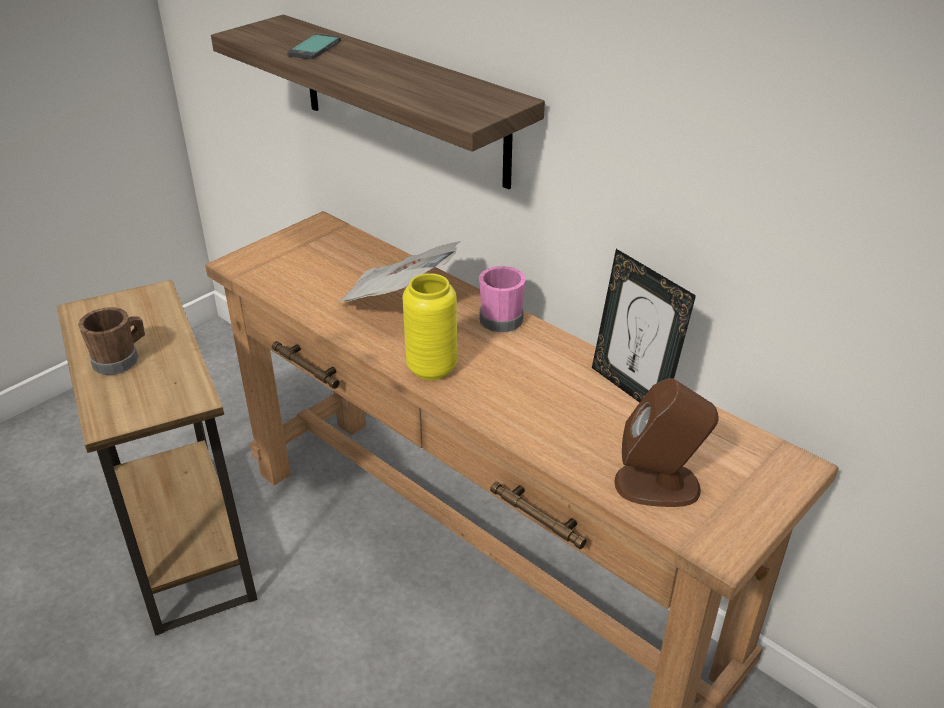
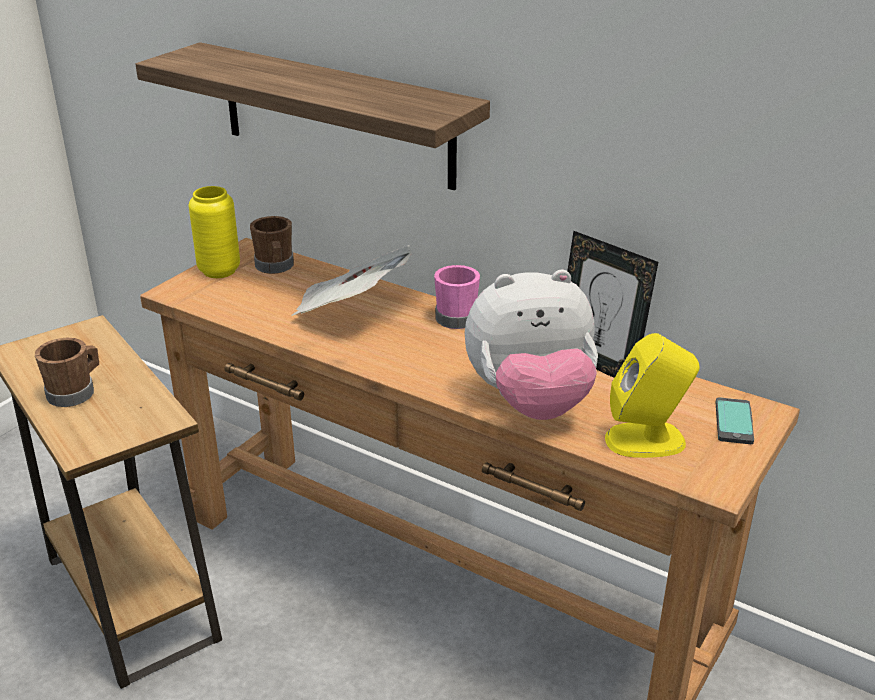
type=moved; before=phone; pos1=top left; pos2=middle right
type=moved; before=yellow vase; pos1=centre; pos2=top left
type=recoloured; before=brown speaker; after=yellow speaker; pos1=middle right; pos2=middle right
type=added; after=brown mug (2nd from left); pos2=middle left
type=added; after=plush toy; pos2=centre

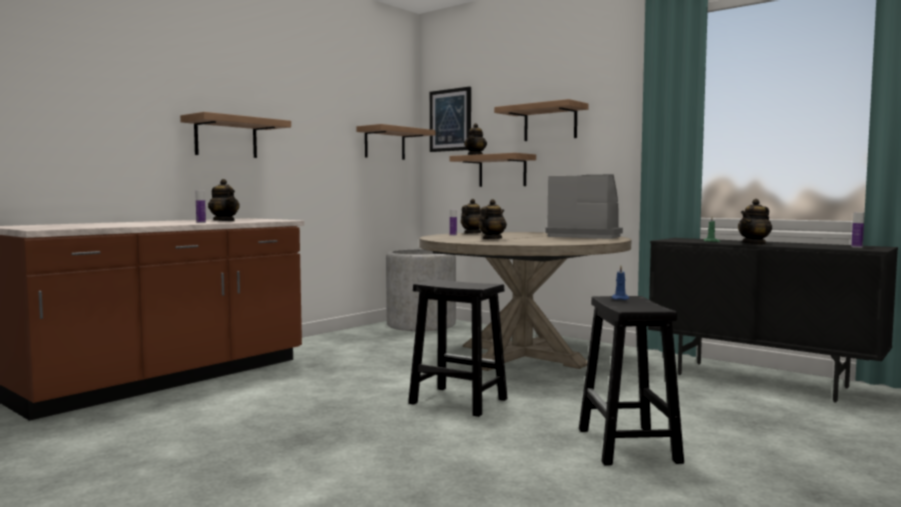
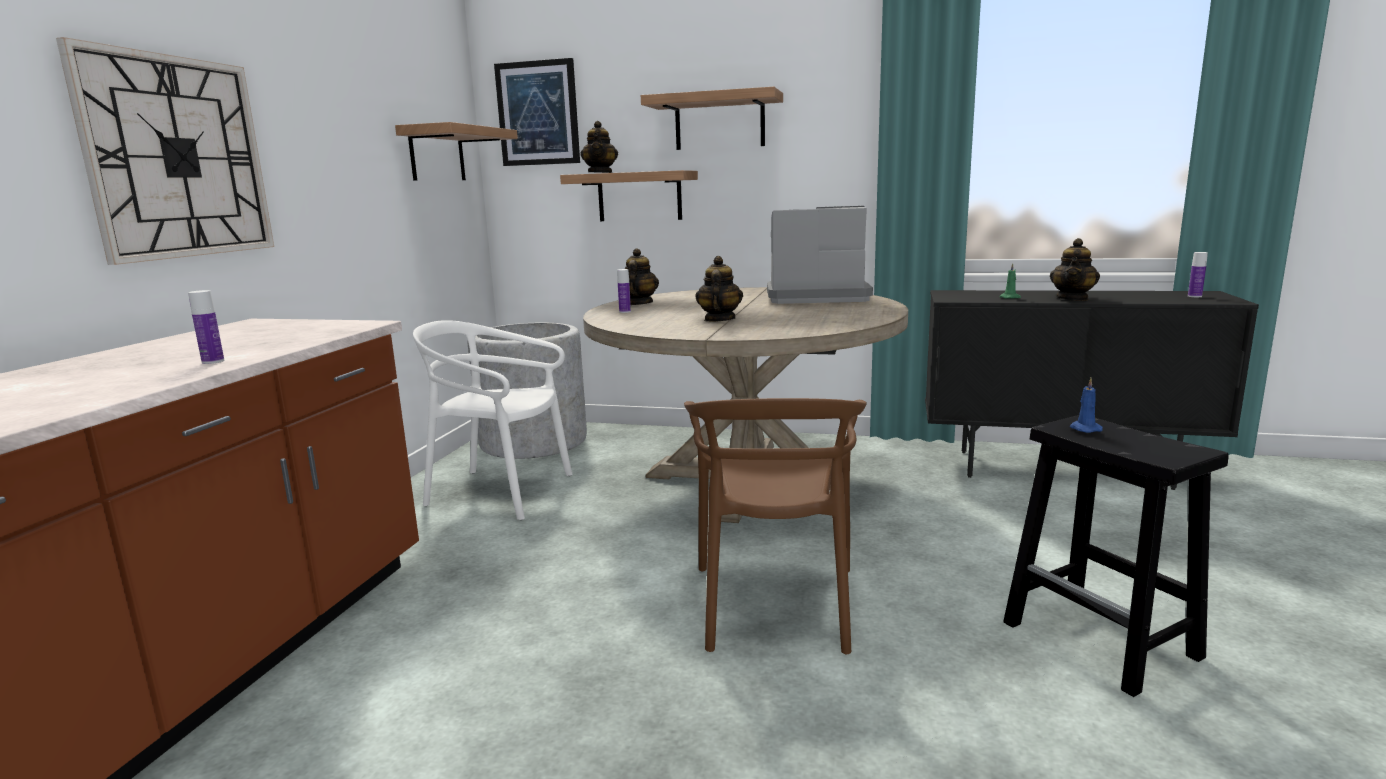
type=replaced; before=shelf (1st from left); after=wall clock; pos1=top left; pos2=top left
type=removed; before=teapot (1st from left); pos1=middle left
type=replaced; before=black stool (1st from left); after=brown chair; pos1=bottom centre; pos2=bottom centre
type=added; after=white chair; pos2=centre

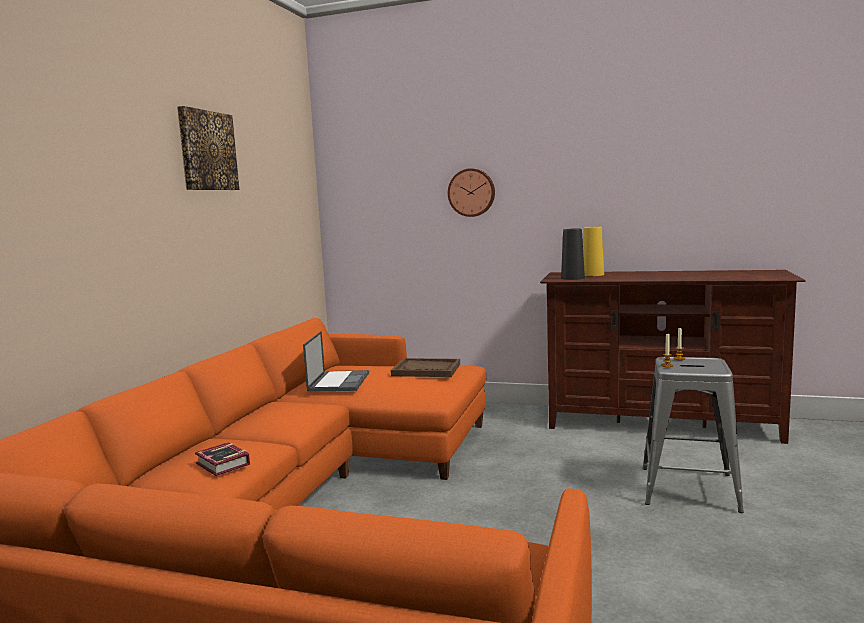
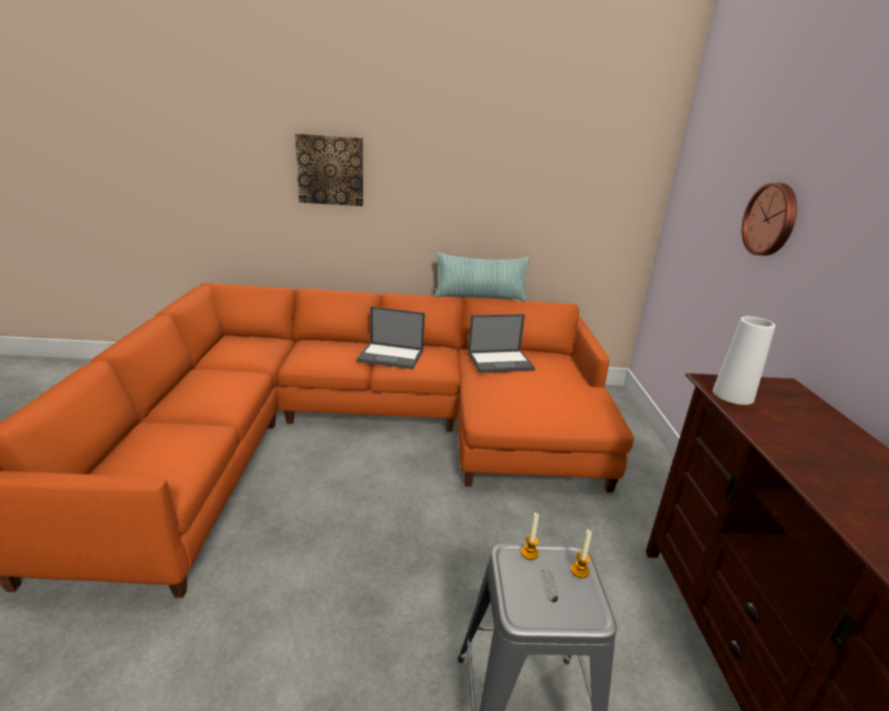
type=moved; before=picture; pos1=top left; pos2=top centre
type=removed; before=book; pos1=bottom left
type=removed; before=brown tray; pos1=centre
type=recoloured; before=black vase; after=white vase; pos1=centre; pos2=middle right
type=removed; before=yellow vase; pos1=middle right
type=added; after=laptop (1st from left); pos2=centre
type=added; after=pillow; pos2=centre

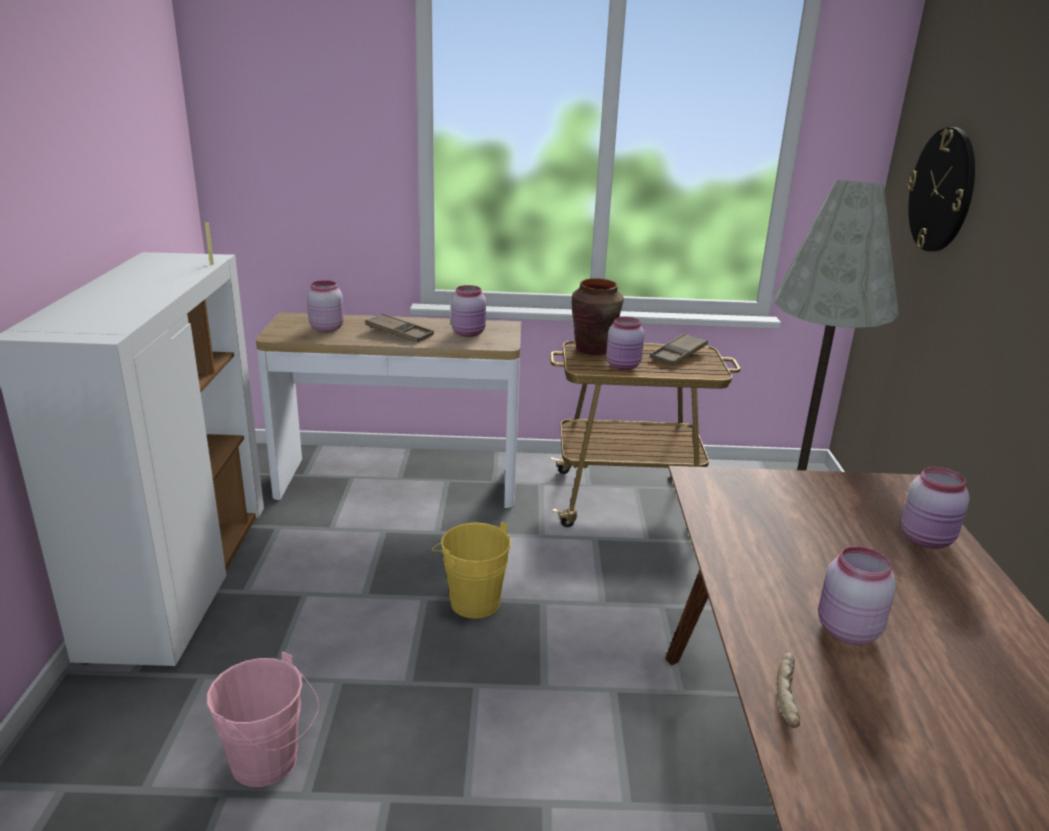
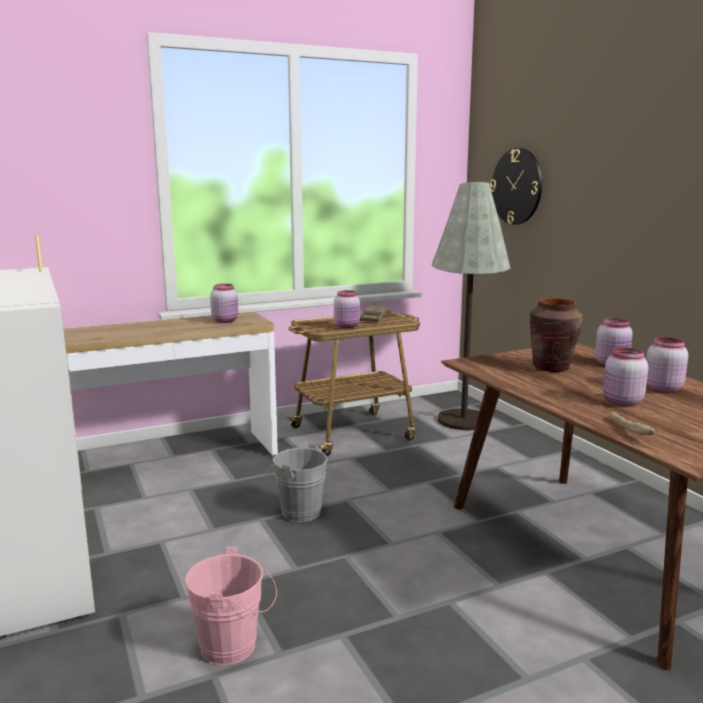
type=moved; before=pink jar (1st from left in the first image); after=pink jar (5th from left); pos1=middle left; pos2=middle right
type=removed; before=brown tray (1st from left); pos1=centre
type=recoloured; before=yellow bucket; after=grey bucket; pos1=bottom centre; pos2=bottom centre
type=moved; before=brown vase; pos1=centre; pos2=middle right

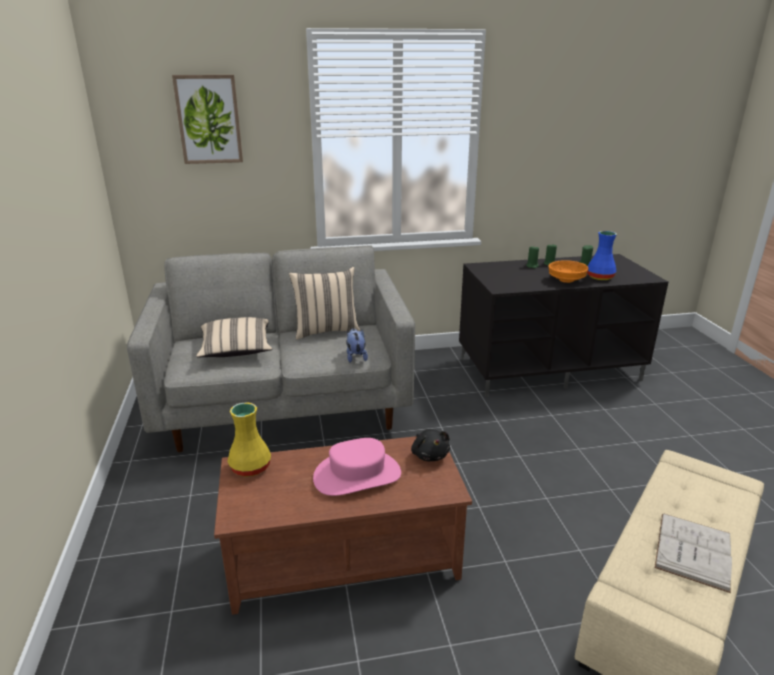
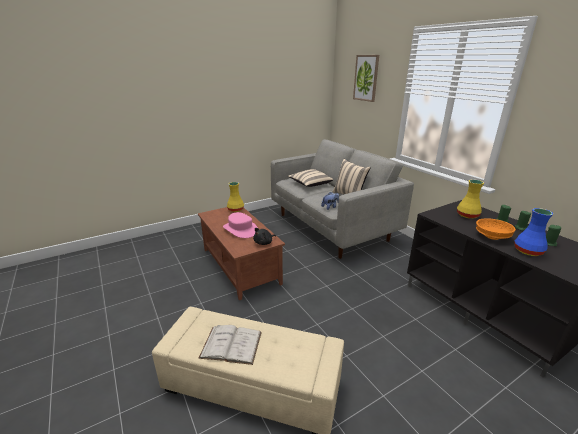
type=added; after=yellow vase (2nd from left); pos2=middle right

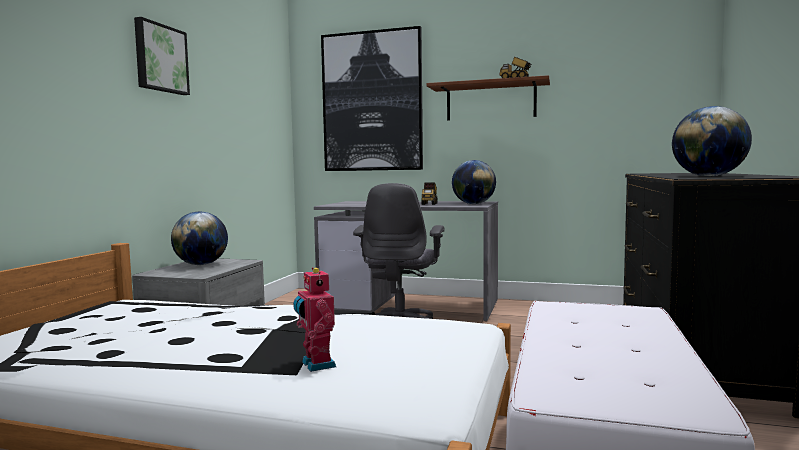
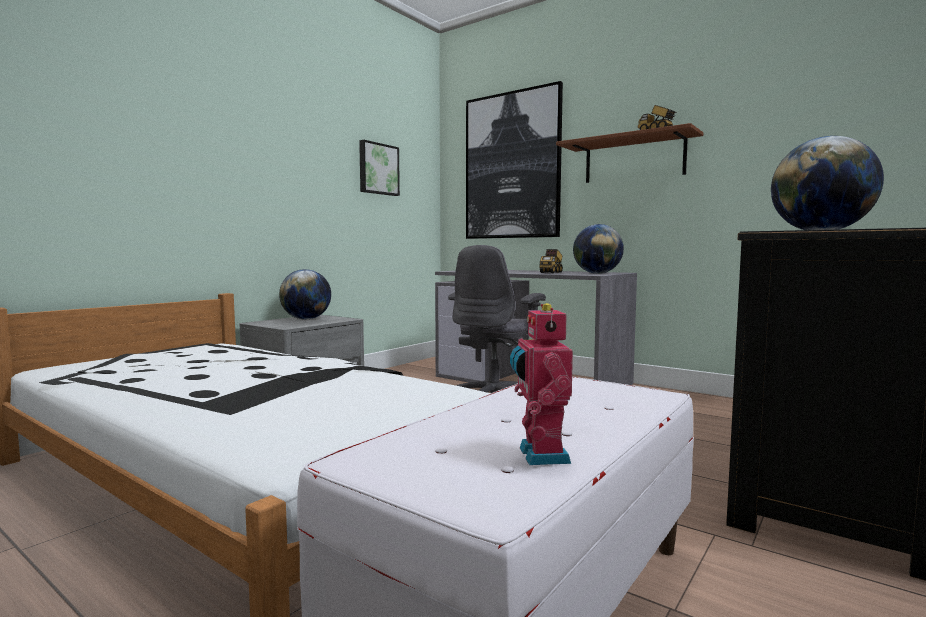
type=moved; before=picture (1st from left); pos1=top left; pos2=top centre
type=moved; before=toy robot; pos1=bottom centre; pos2=centre

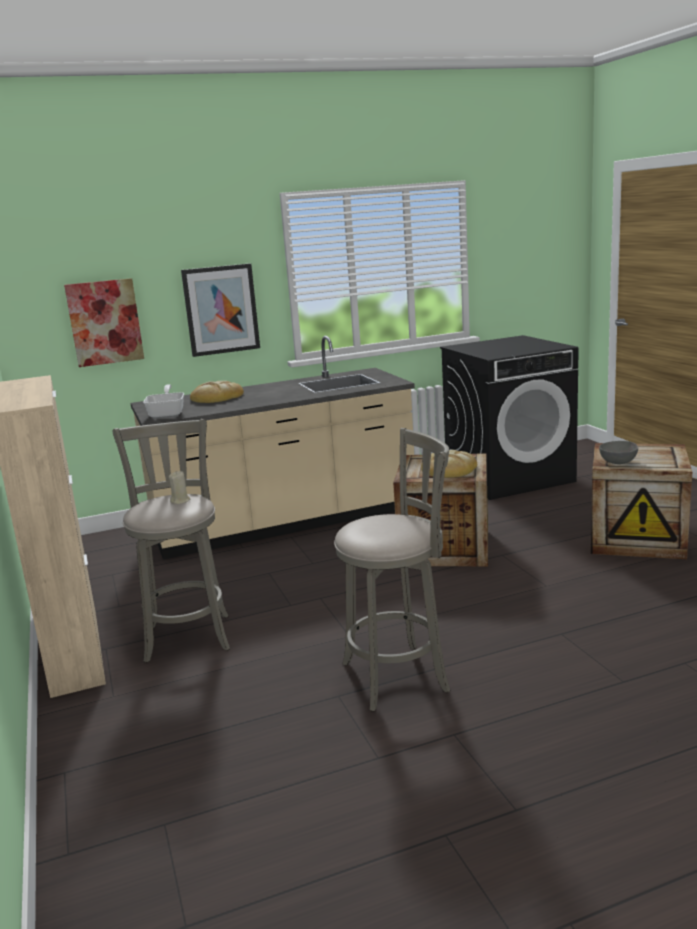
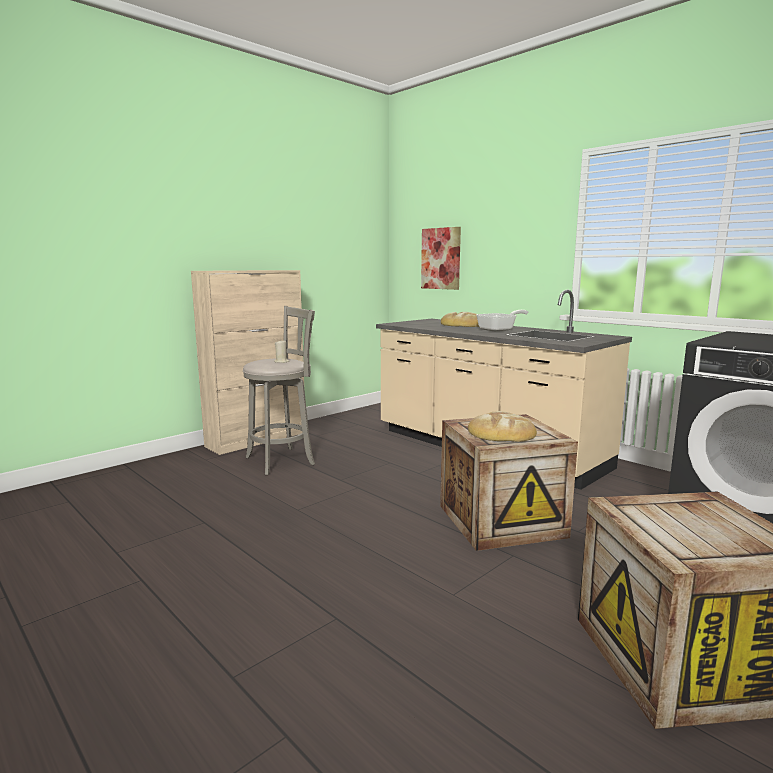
type=moved; before=frying pan; pos1=middle left; pos2=centre
type=removed; before=picture (2nd from left); pos1=middle left
type=removed; before=grey stool (2nd from left); pos1=centre
type=removed; before=grey bowl; pos1=middle right

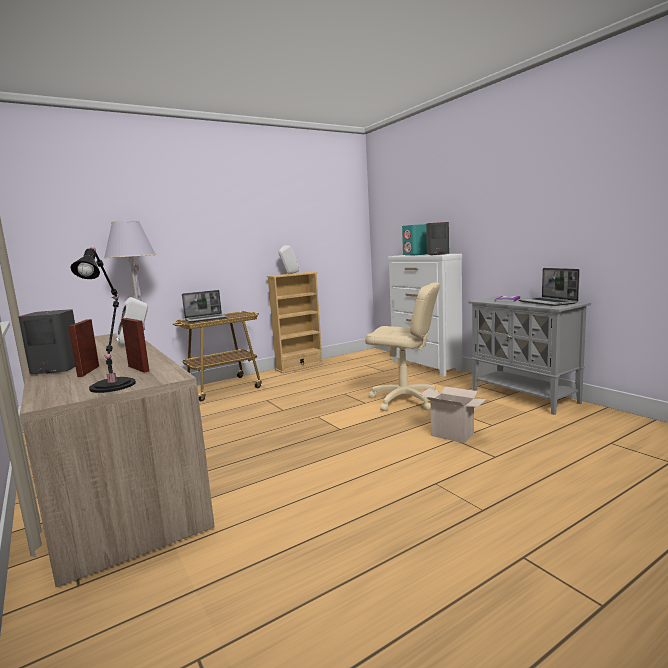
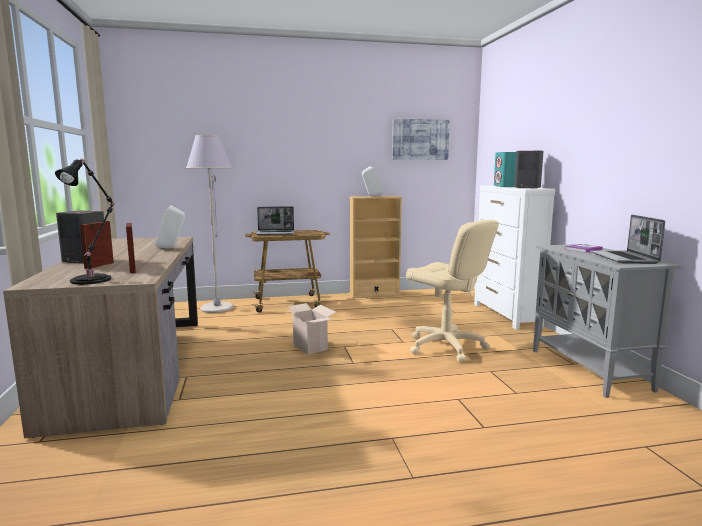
type=moved; before=cardboard box; pos1=middle right; pos2=centre
type=added; after=picture; pos2=top centre

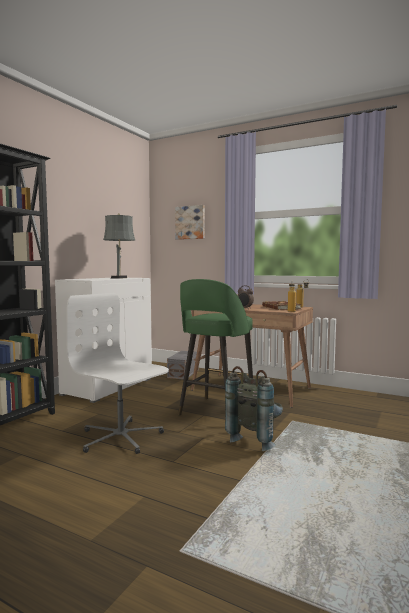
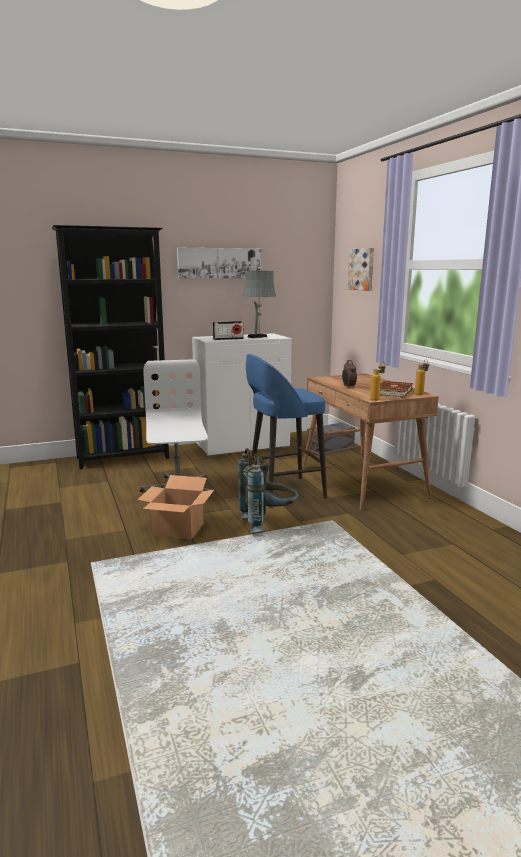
type=recoloured; before=green stool; after=blue stool; pos1=centre; pos2=centre
type=added; after=cardboard box; pos2=centre
type=added; after=picture (1st from left); pos2=top centre
type=added; after=radio; pos2=centre

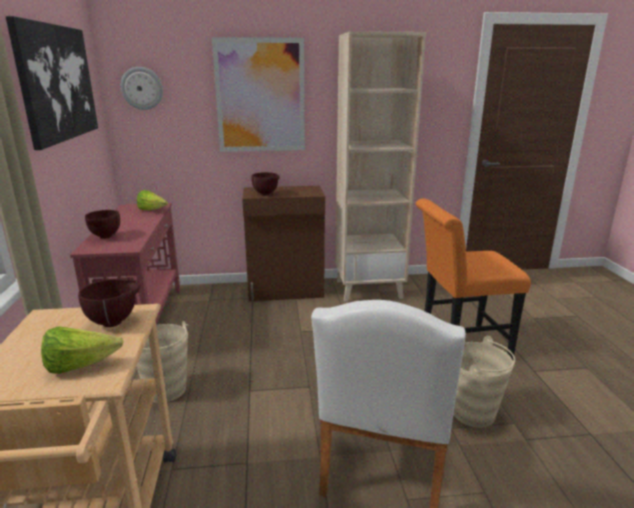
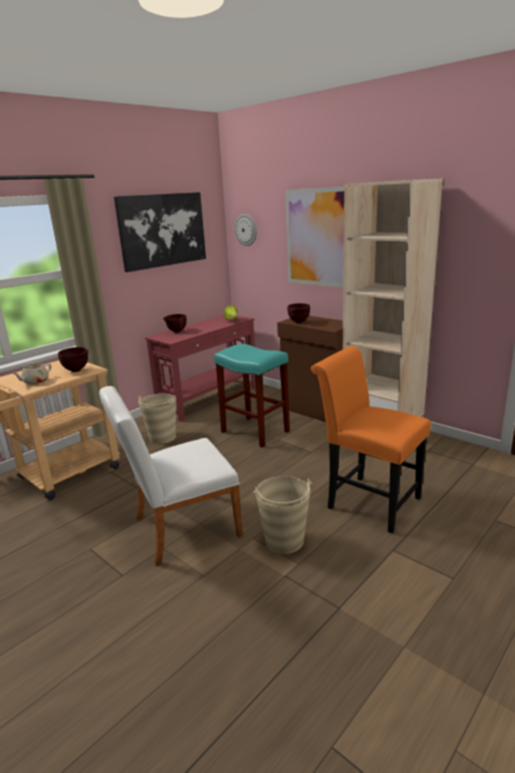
type=replaced; before=lettuce (1st from left); after=beige teapot; pos1=bottom left; pos2=middle left
type=added; after=turquoise stool; pos2=centre

